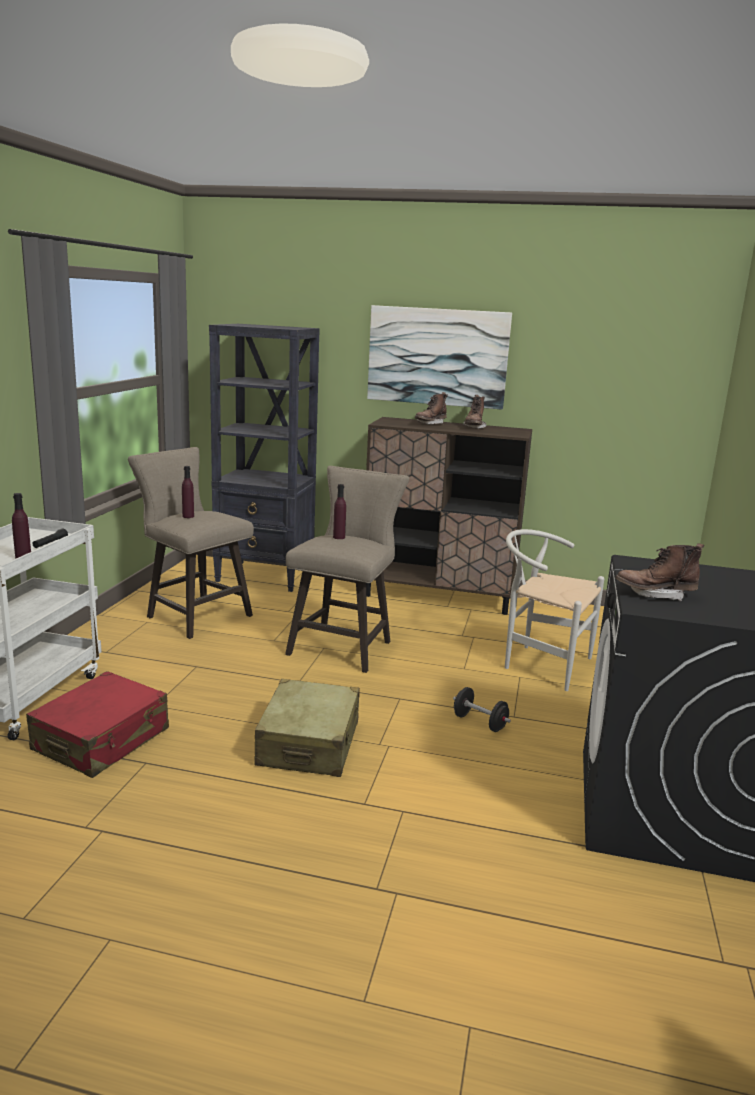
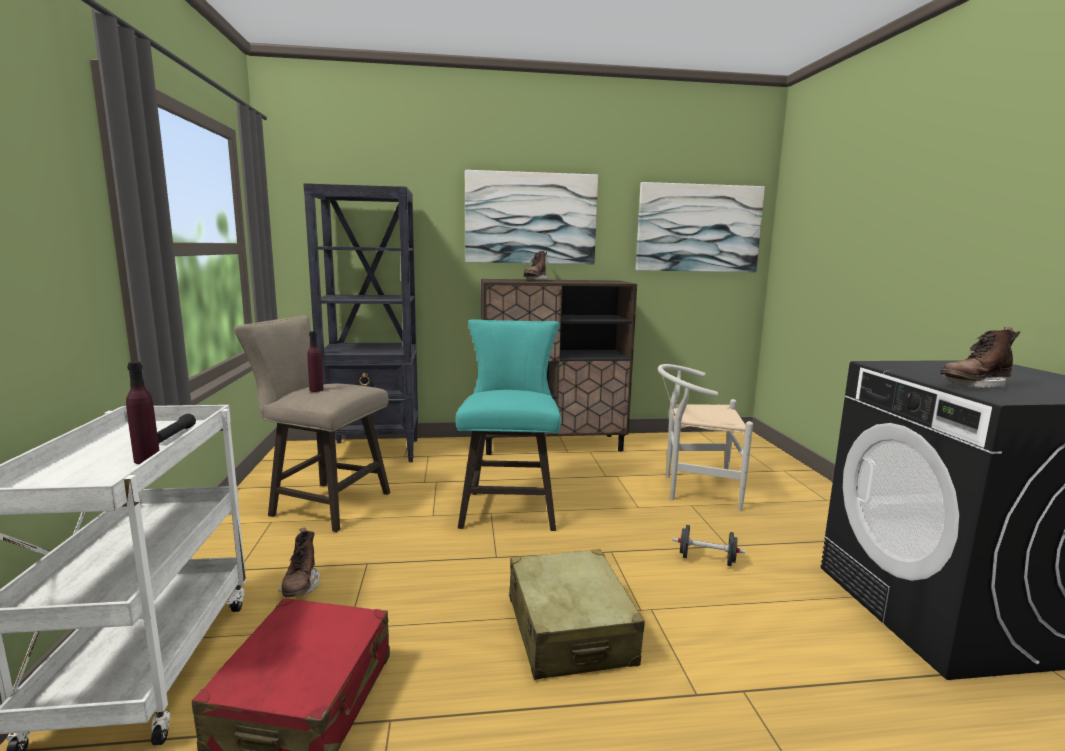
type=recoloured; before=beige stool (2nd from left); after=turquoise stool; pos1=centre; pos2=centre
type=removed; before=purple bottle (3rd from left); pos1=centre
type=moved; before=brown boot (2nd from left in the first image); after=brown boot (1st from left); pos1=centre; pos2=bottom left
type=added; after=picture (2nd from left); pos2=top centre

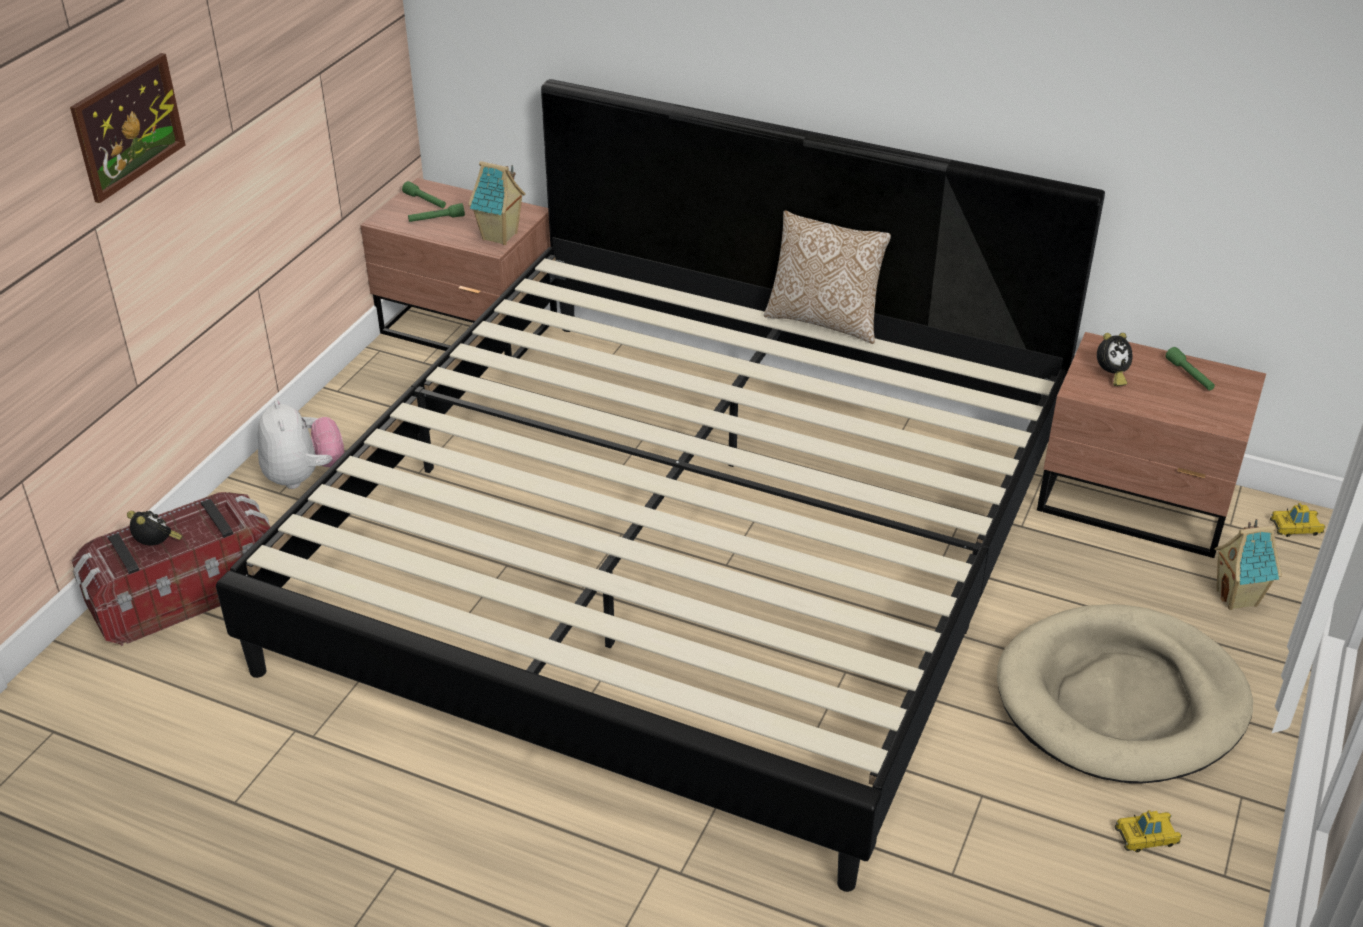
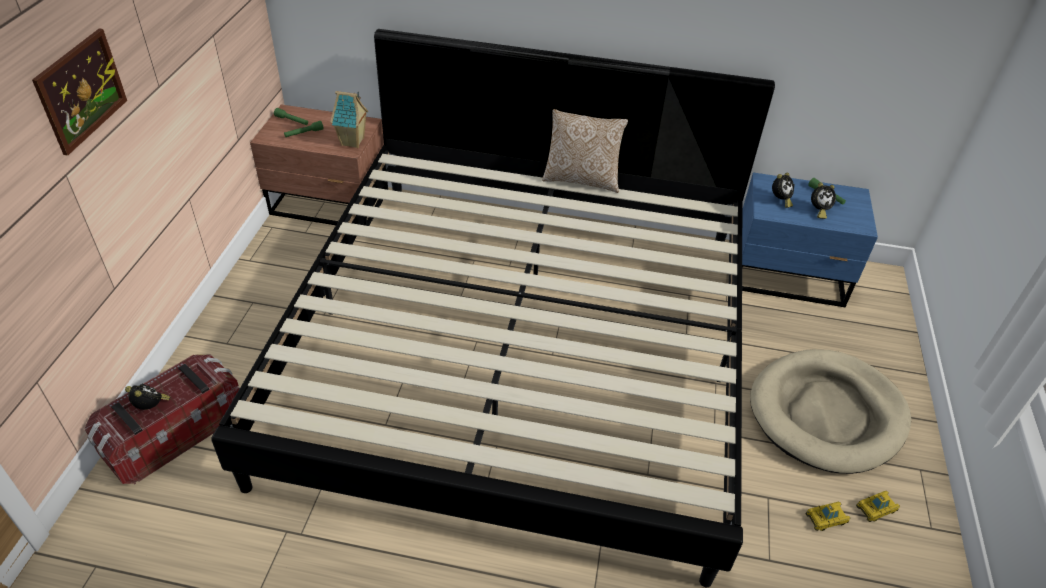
type=removed; before=plush toy; pos1=middle left
type=recoloured; before=brown nightstand (2nd from left); after=blue nightstand; pos1=middle right; pos2=middle right
type=removed; before=toy house (2nd from left); pos1=middle right
type=moved; before=toy car (2nd from left in the first image); after=toy car (1st from left); pos1=middle right; pos2=bottom right
type=added; after=alarm clock (3rd from left); pos2=middle right

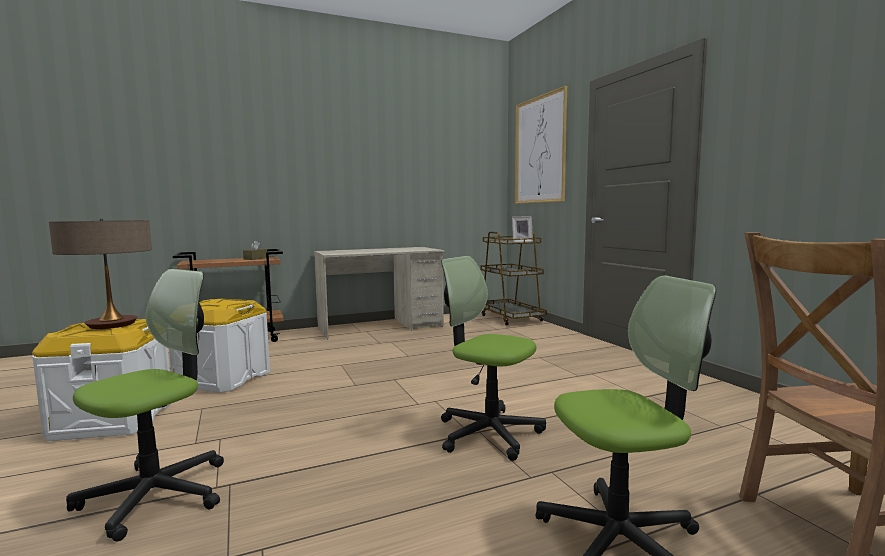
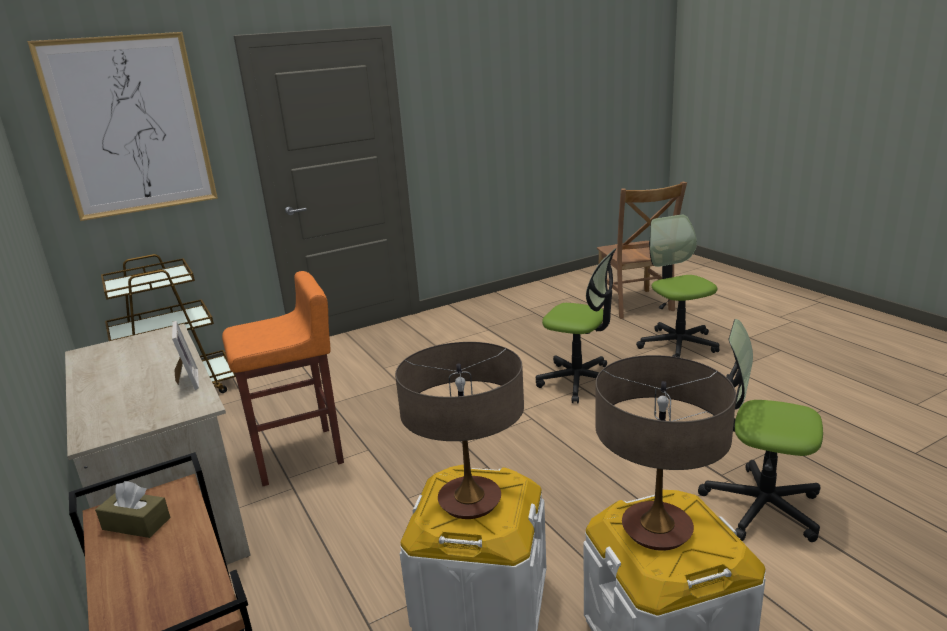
type=turned; before=office chair (2nd from left in the first image); pos1=centre; pos2=centre; turn=-90
type=moved; before=picture frame; pos1=centre; pos2=middle left
type=added; after=orange stool; pos2=middle left
type=added; after=table lamp (1st from left); pos2=bottom centre

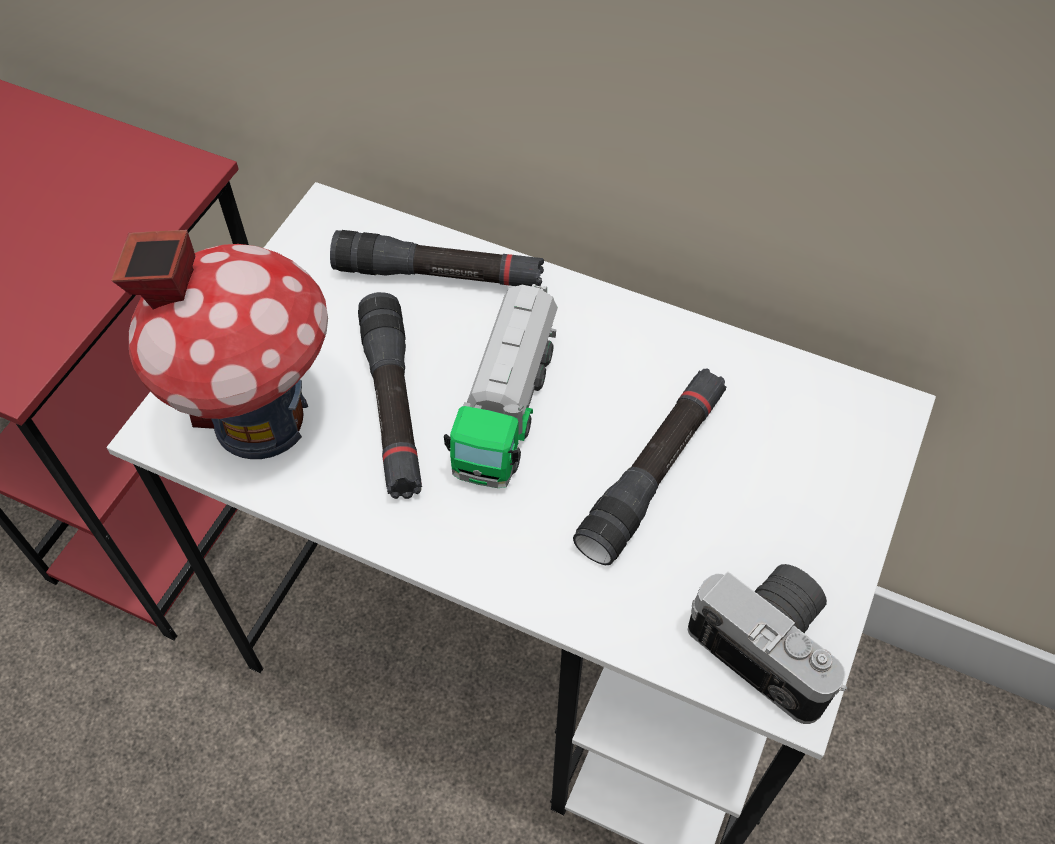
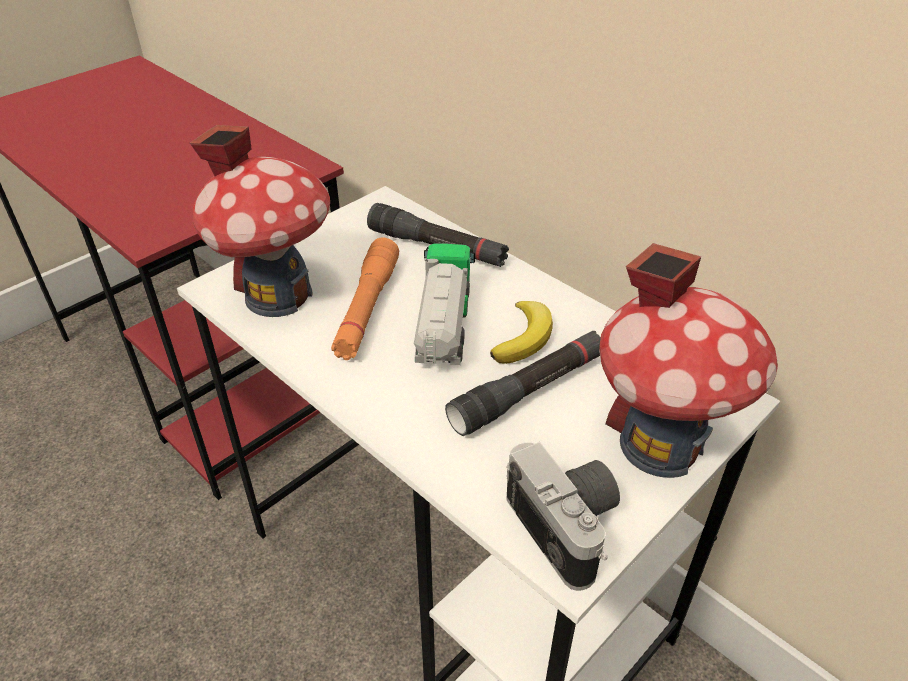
type=recoloured; before=black flashlight (1st from left); after=orange flashlight; pos1=centre; pos2=centre
type=turned; before=toy truck; pos1=centre; pos2=centre; turn=150
type=added; after=banana; pos2=centre
type=added; after=toy house (2nd from left); pos2=middle right

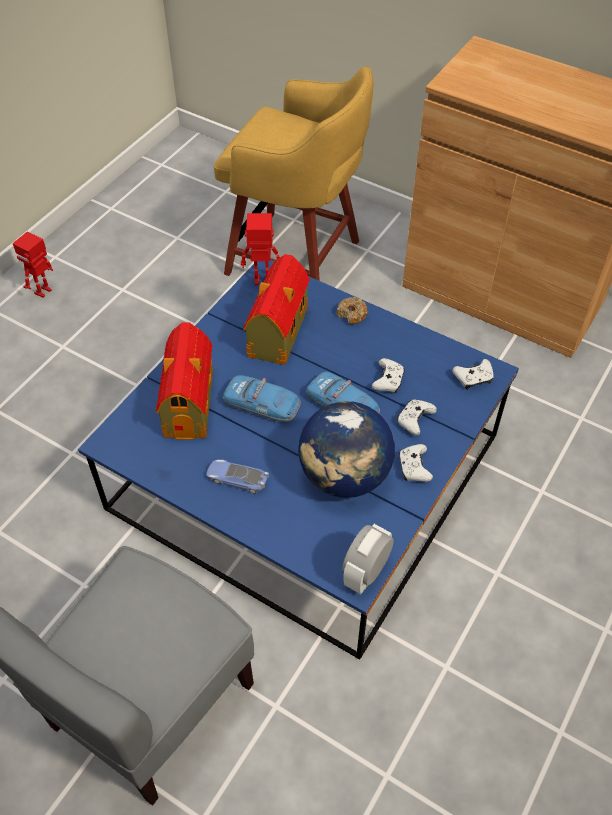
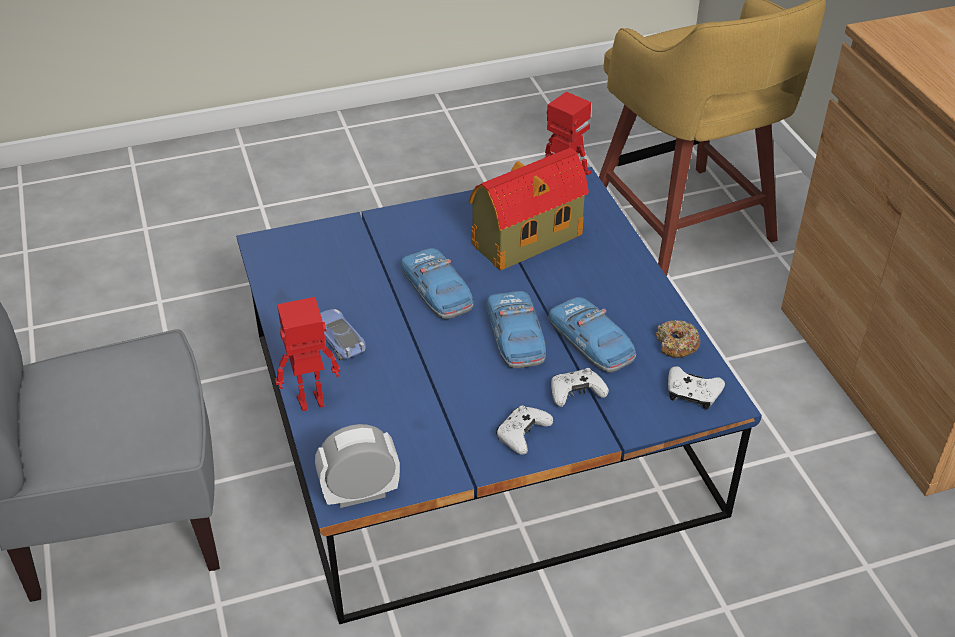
type=moved; before=toy robot (1st from left); pos1=top left; pos2=middle left
type=removed; before=toy house (1st from left); pos1=middle left
type=removed; before=globe; pos1=centre
type=moved; before=donut; pos1=centre; pos2=middle right
type=replaced; before=white game controller (1st from left); after=toy car (4th from left); pos1=centre; pos2=centre

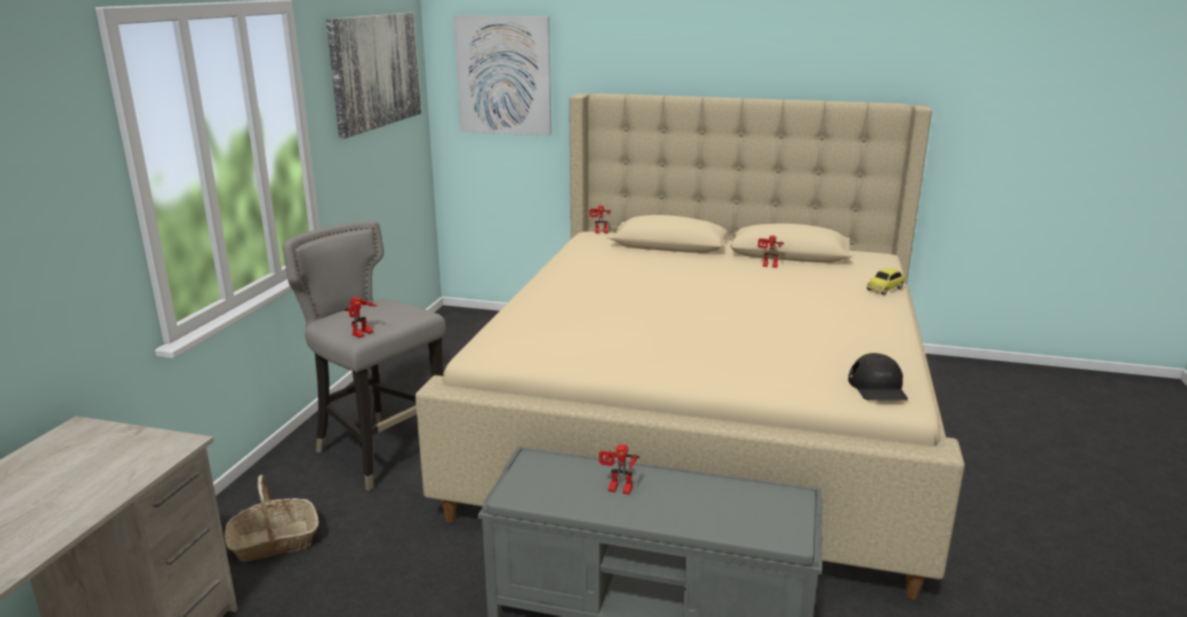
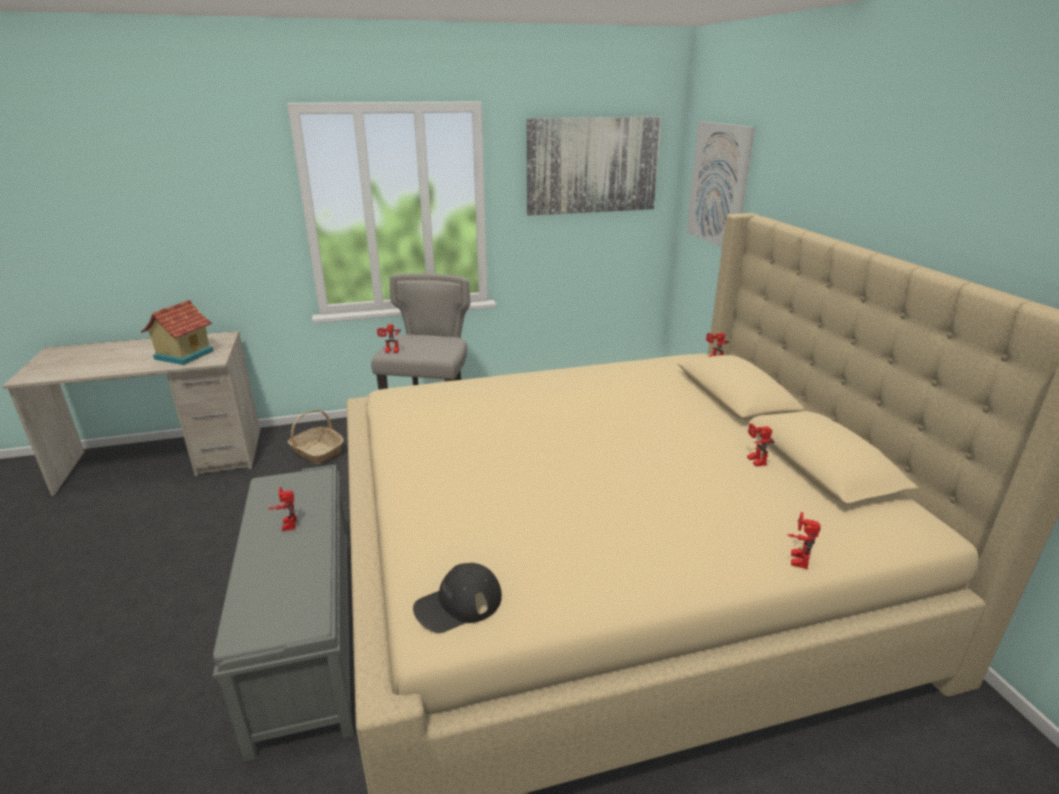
type=replaced; before=toy car; after=toy robot (5th from left); pos1=middle right; pos2=bottom right
type=added; after=toy house; pos2=middle left

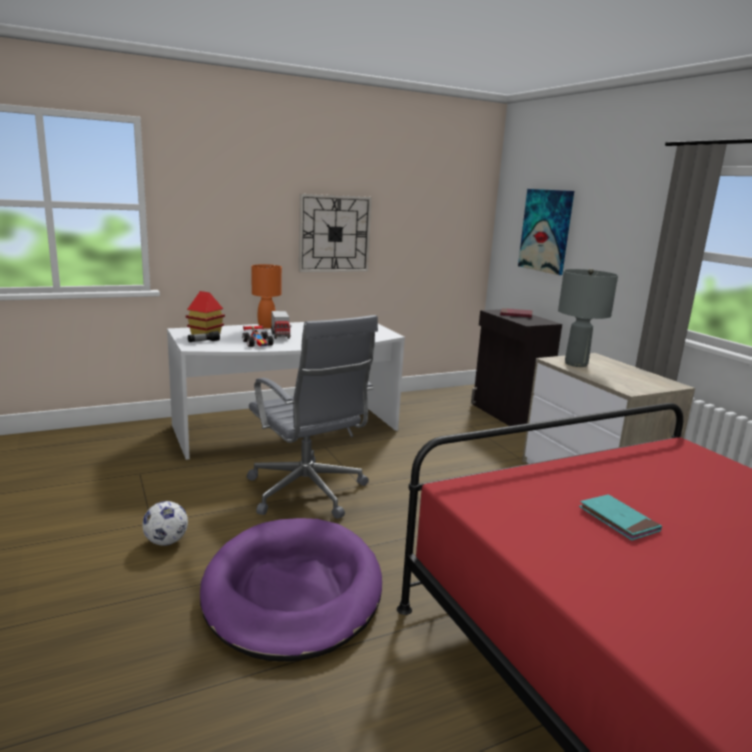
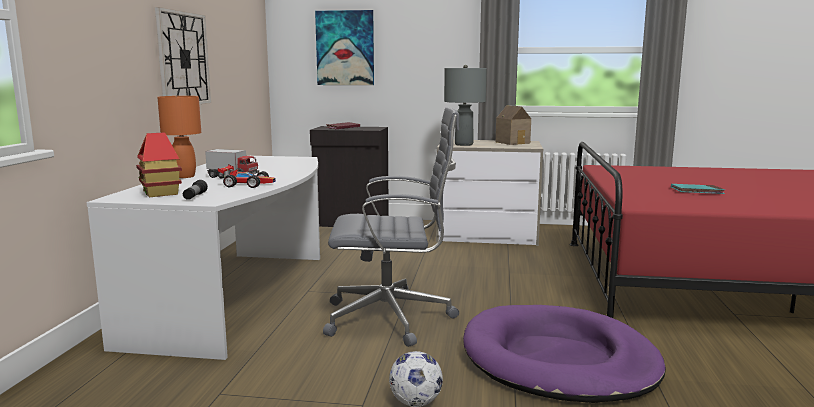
type=added; after=toy house (2nd from left); pos2=top centre

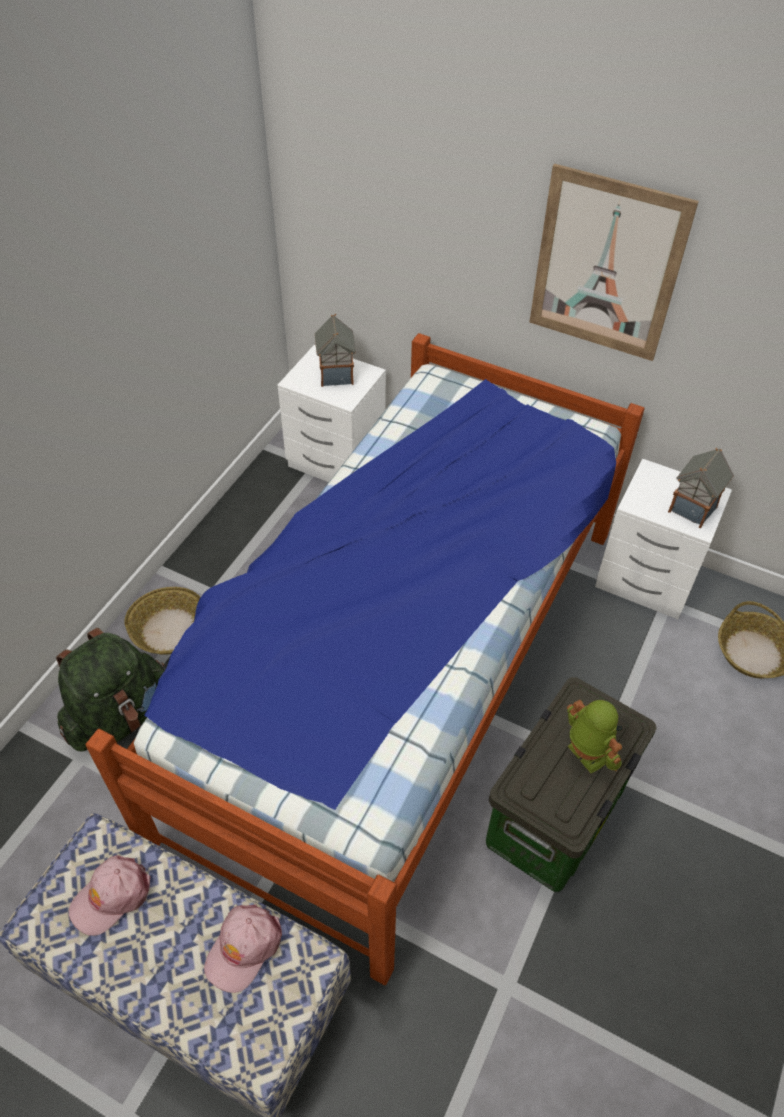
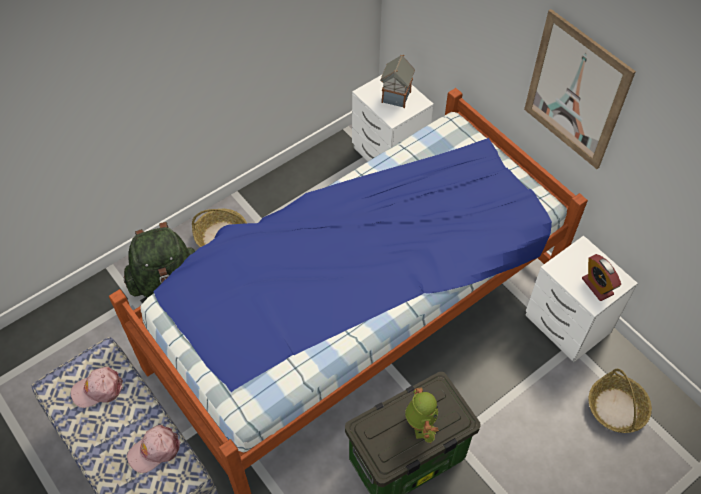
type=replaced; before=toy house (2nd from left); after=alarm clock; pos1=middle right; pos2=middle right

